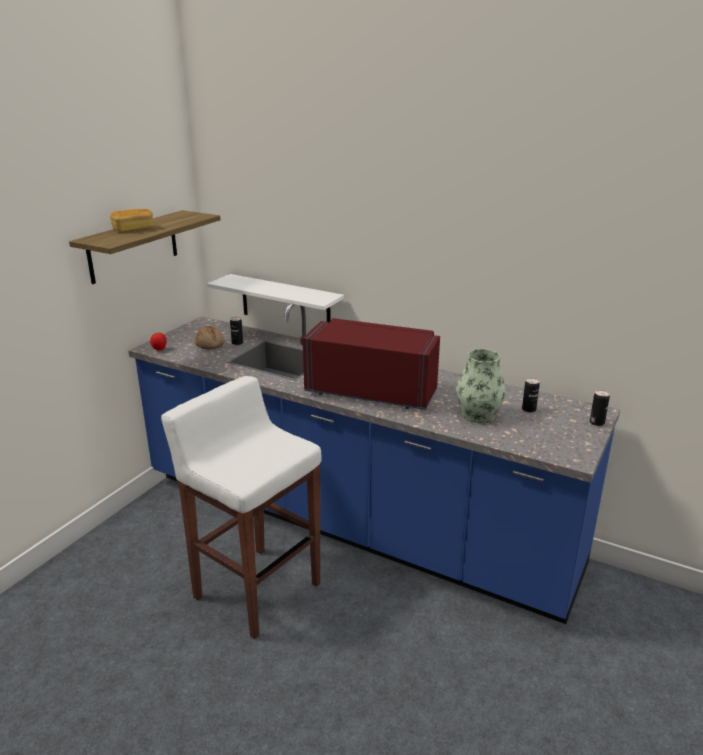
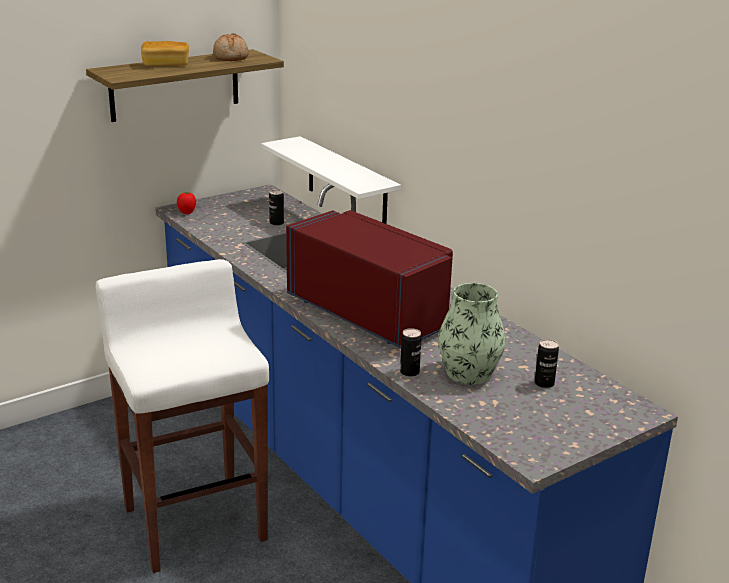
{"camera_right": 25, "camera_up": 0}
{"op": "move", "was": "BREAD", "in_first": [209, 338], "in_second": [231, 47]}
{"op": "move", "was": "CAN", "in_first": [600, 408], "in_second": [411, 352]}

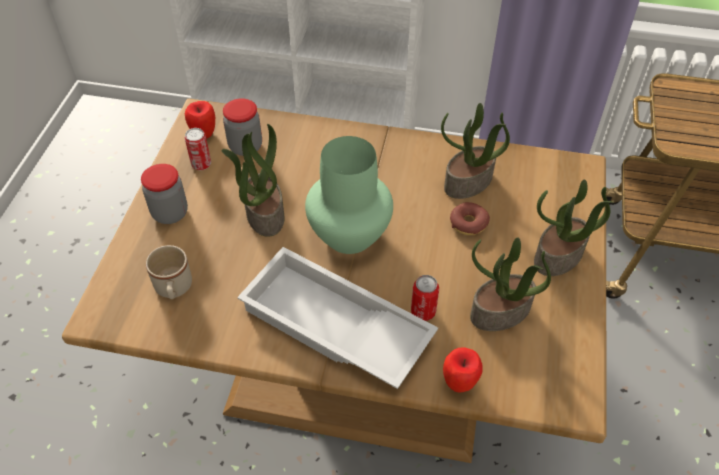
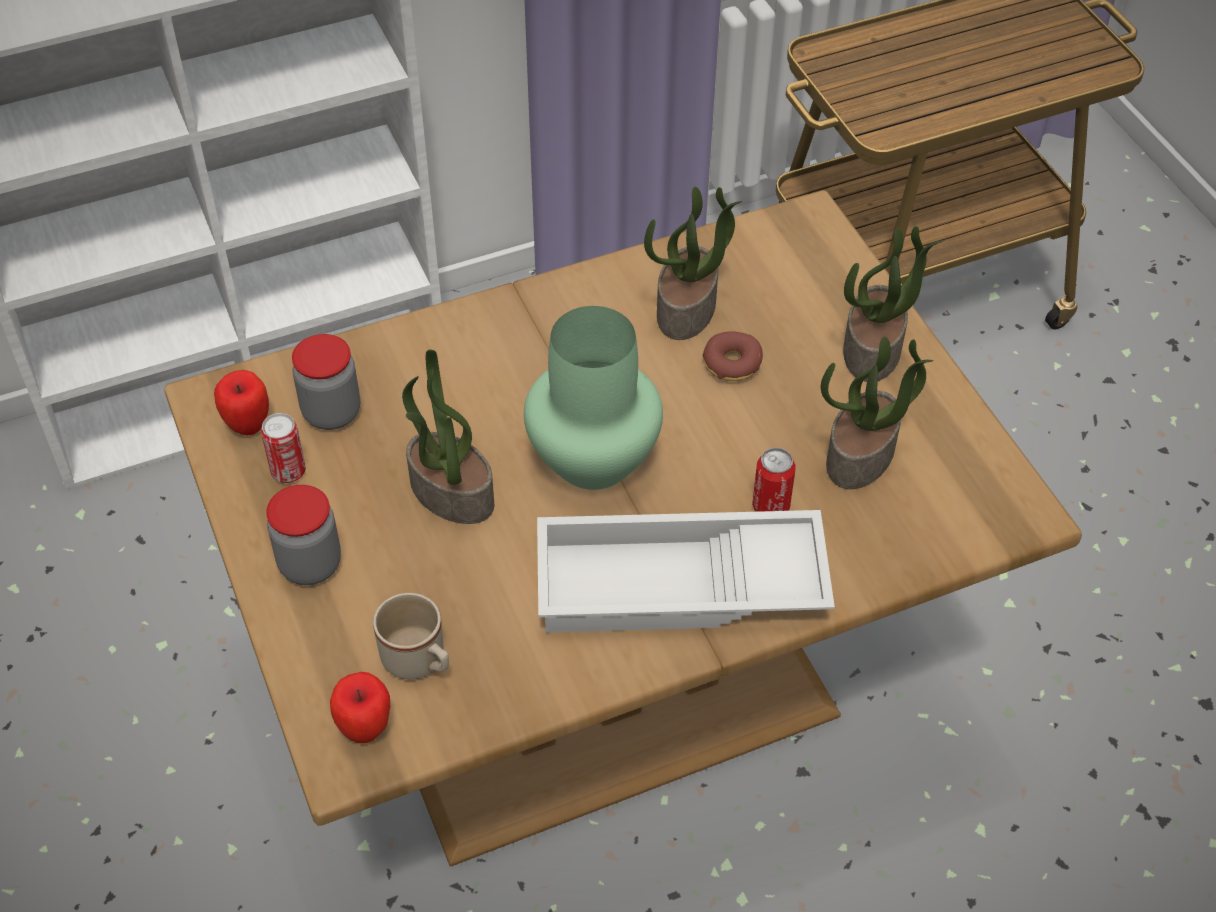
{"camera_right": -35, "camera_up": 0}
{"op": "move", "was": "APPLE", "in_first": [463, 370], "in_second": [360, 707]}

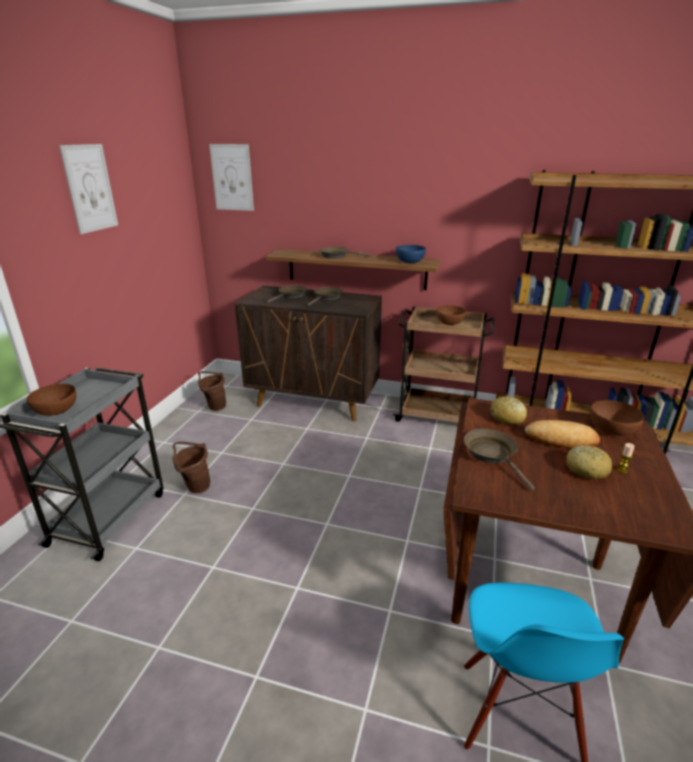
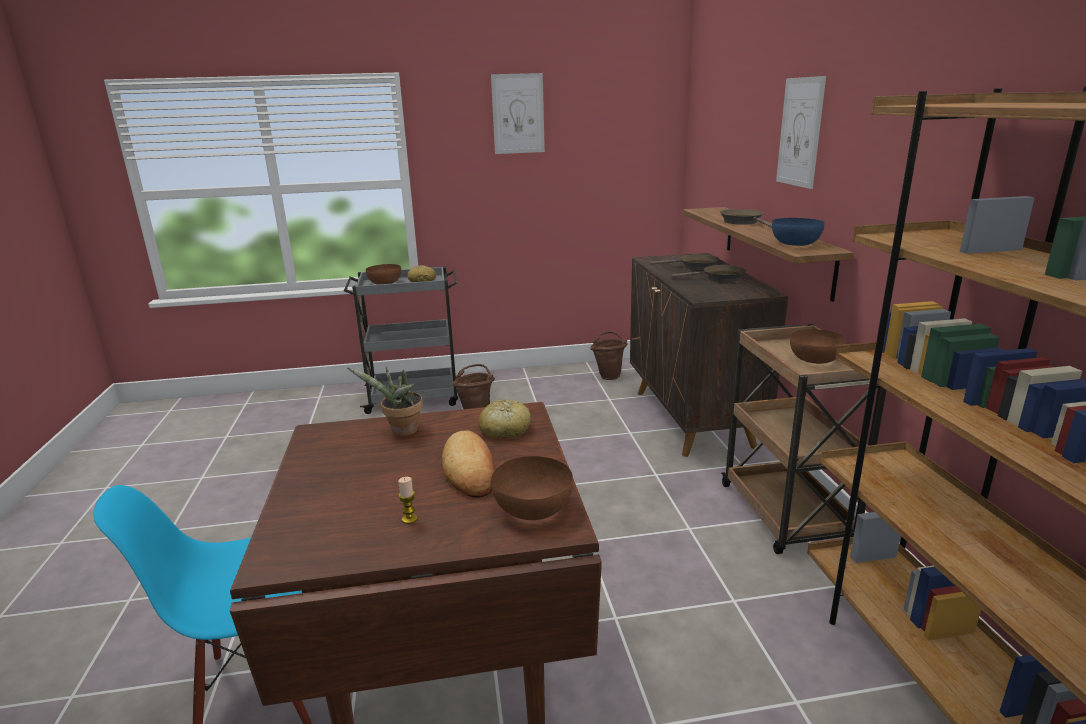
{"camera_right": 65, "camera_up": -5}
{"op": "move", "was": "PICTURE", "in_first": [231, 177], "in_second": [801, 132]}
{"op": "move", "was": "BREAD", "in_first": [589, 462], "in_second": [421, 273]}
{"op": "replace", "was": "BROWN FRYING PAN", "now": "POTTED PLANT", "in_first": [499, 459], "in_second": [385, 401]}

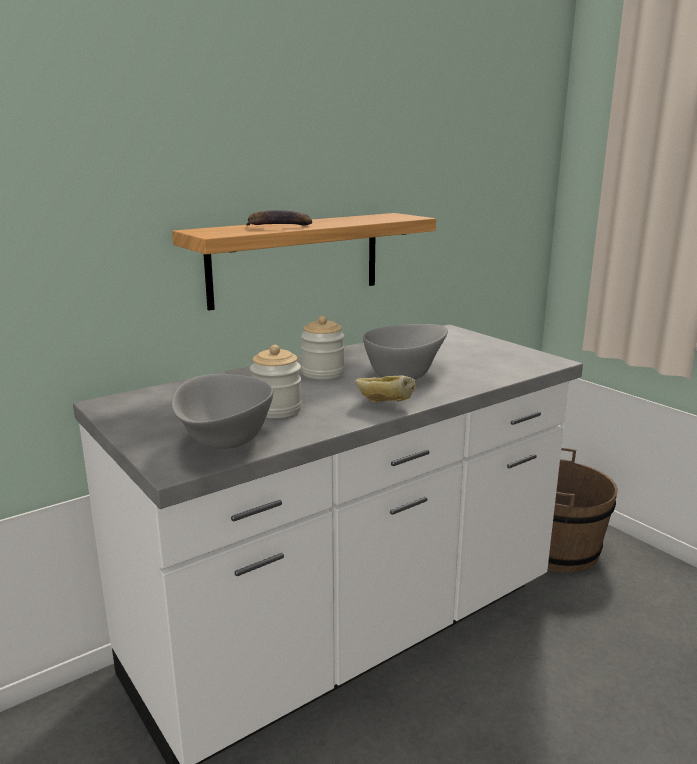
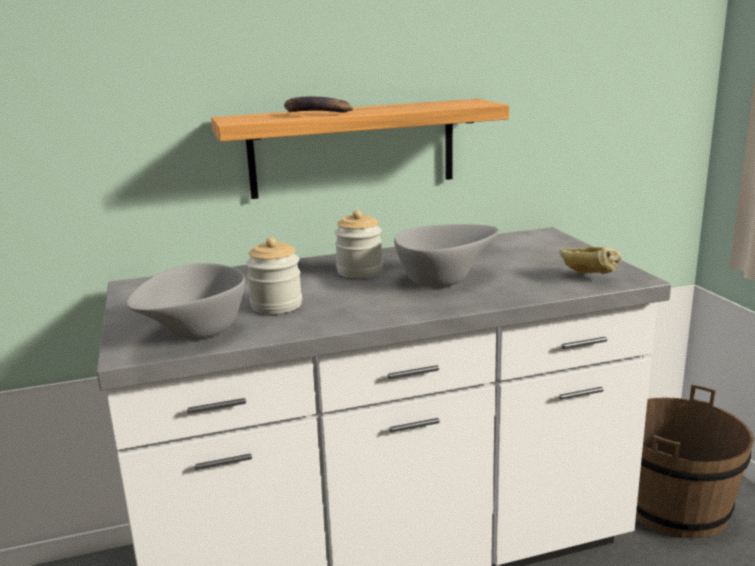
{"camera_right": 20, "camera_up": 0}
{"op": "move", "was": "BREAD", "in_first": [385, 388], "in_second": [590, 260]}

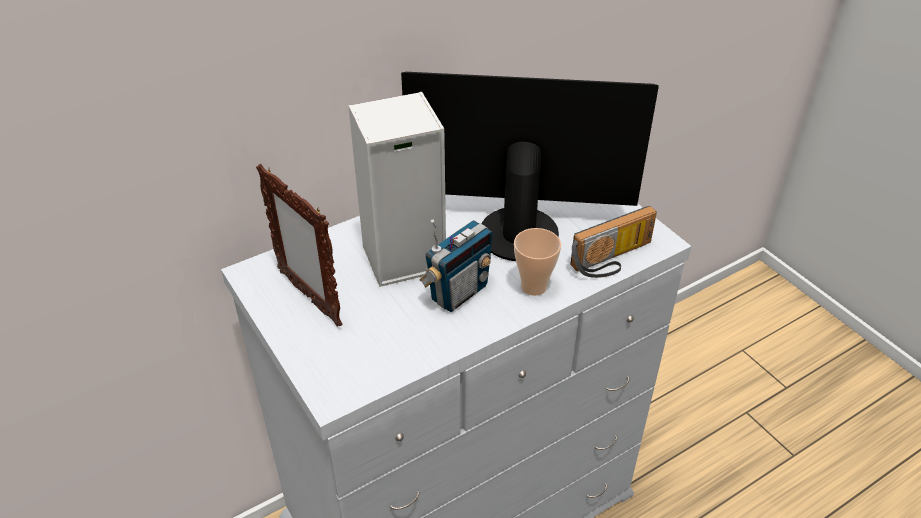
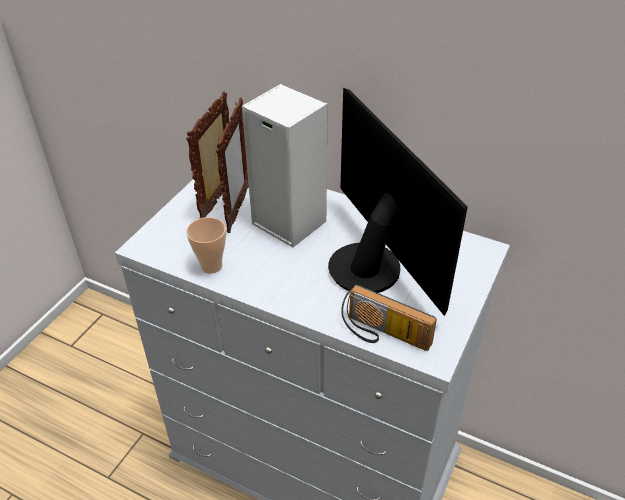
{"camera_right": 60, "camera_up": 0}
{"op": "delete", "was": "RADIO", "in_first": [456, 265]}
{"op": "insert", "now": "PICTURE FRAME", "in_second": [232, 165]}
{"op": "move", "was": "CUP", "in_first": [537, 262], "in_second": [206, 245]}

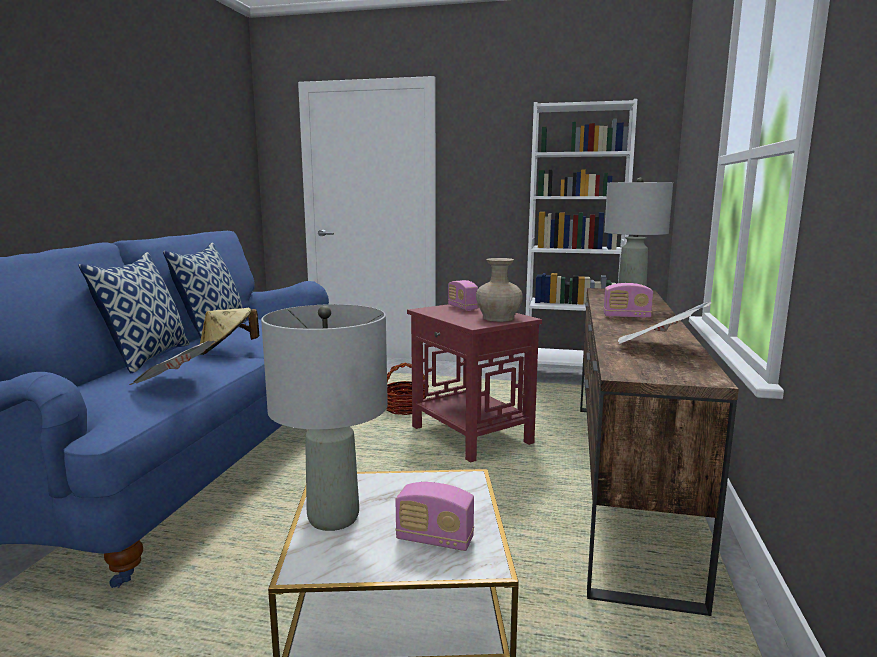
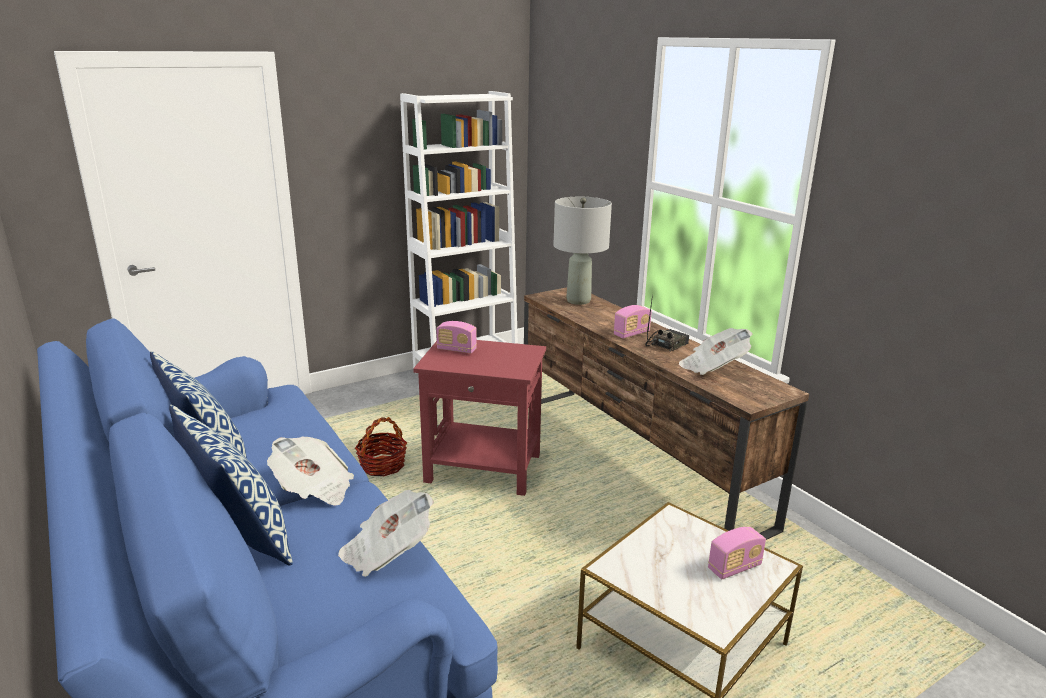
{"camera_right": -45, "camera_up": 10}
{"op": "delete", "was": "GREY TABLE LAMP", "in_first": [324, 417]}
{"op": "delete", "was": "BEIGE VASE", "in_first": [499, 290]}
{"op": "insert", "now": "RADIO", "in_second": [667, 323]}
{"op": "replace", "was": "BEIGE HAT", "now": "NEWSPAPER", "in_first": [229, 331], "in_second": [310, 471]}

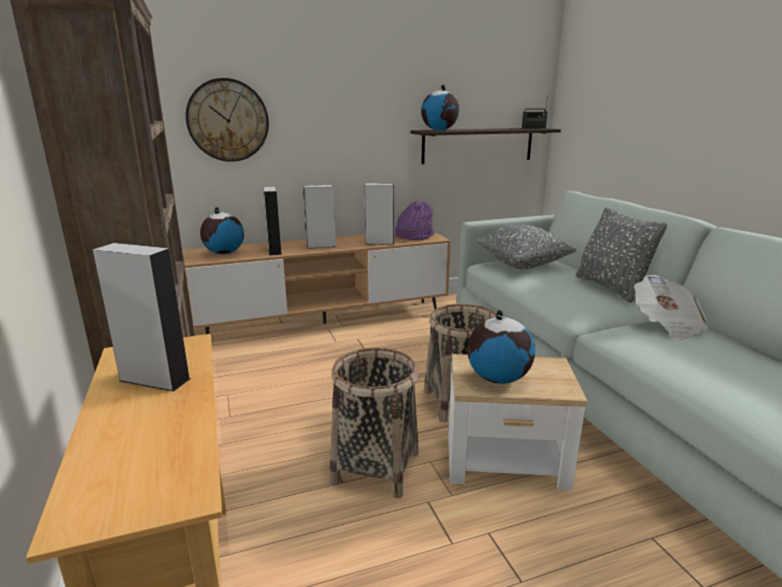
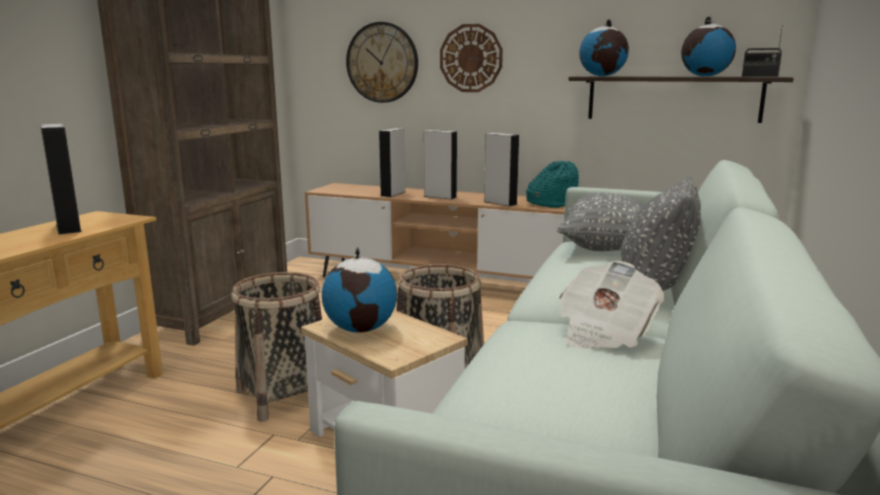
{"camera_right": 40, "camera_up": -5}
{"op": "insert", "now": "WALL CLOCK", "in_second": [471, 58]}
{"op": "move", "was": "GLOBE", "in_first": [222, 230], "in_second": [708, 47]}
{"op": "recolor", "was": "PURPLE HAT", "now": "TURQUOISE HAT", "in_first": [414, 220], "in_second": [552, 184]}

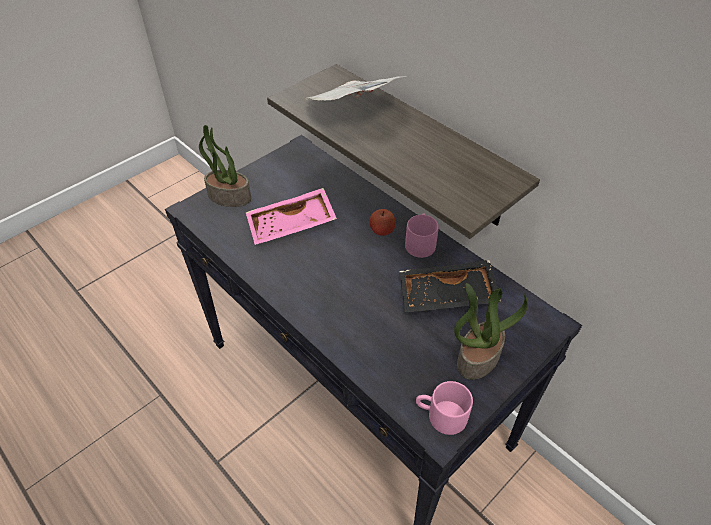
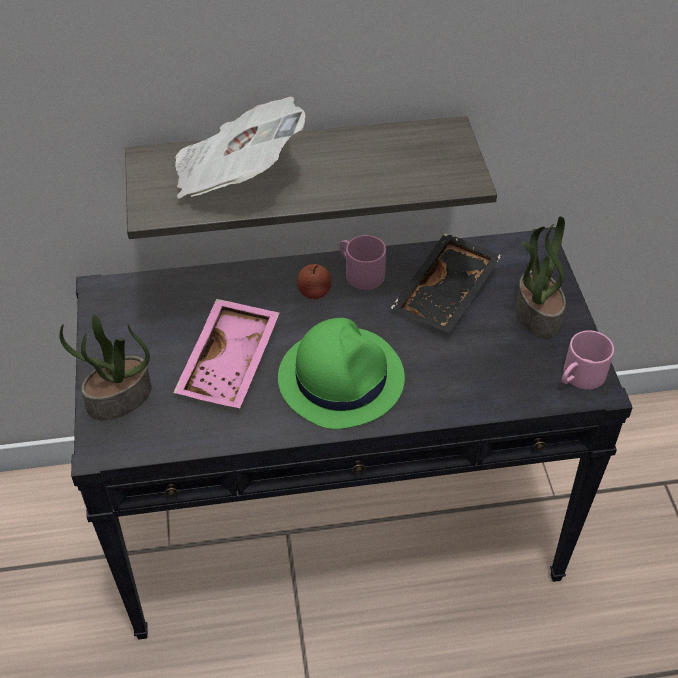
{"camera_right": -55, "camera_up": 0}
{"op": "insert", "now": "GREEN HAT", "in_second": [341, 373]}

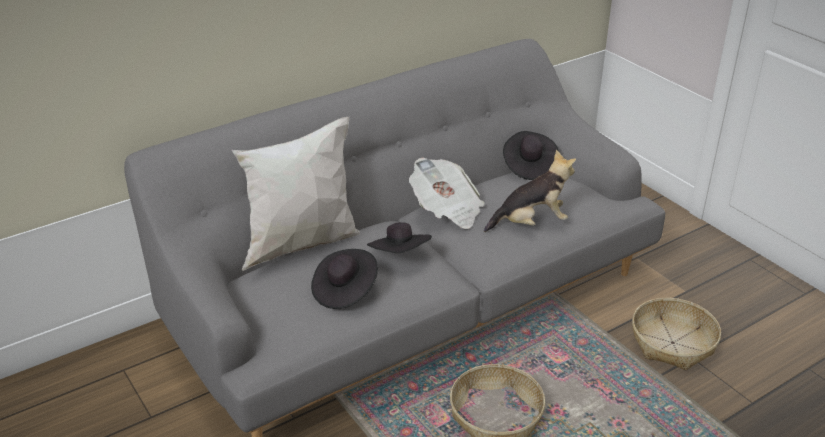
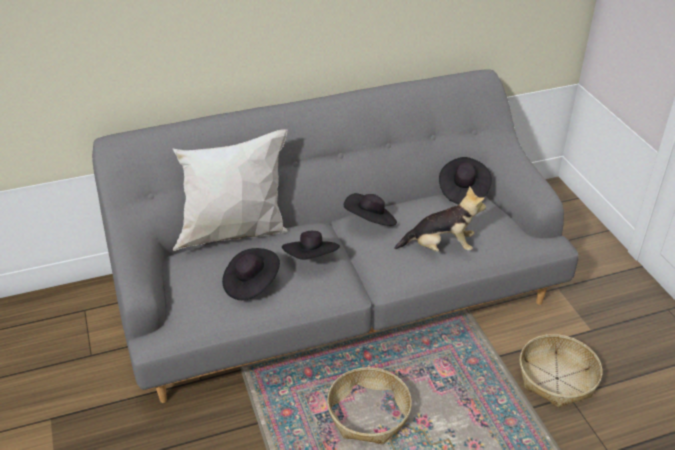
{"camera_right": 15, "camera_up": 5}
{"op": "replace", "was": "NEWSPAPER", "now": "BLACK HAT", "in_first": [447, 193], "in_second": [370, 209]}

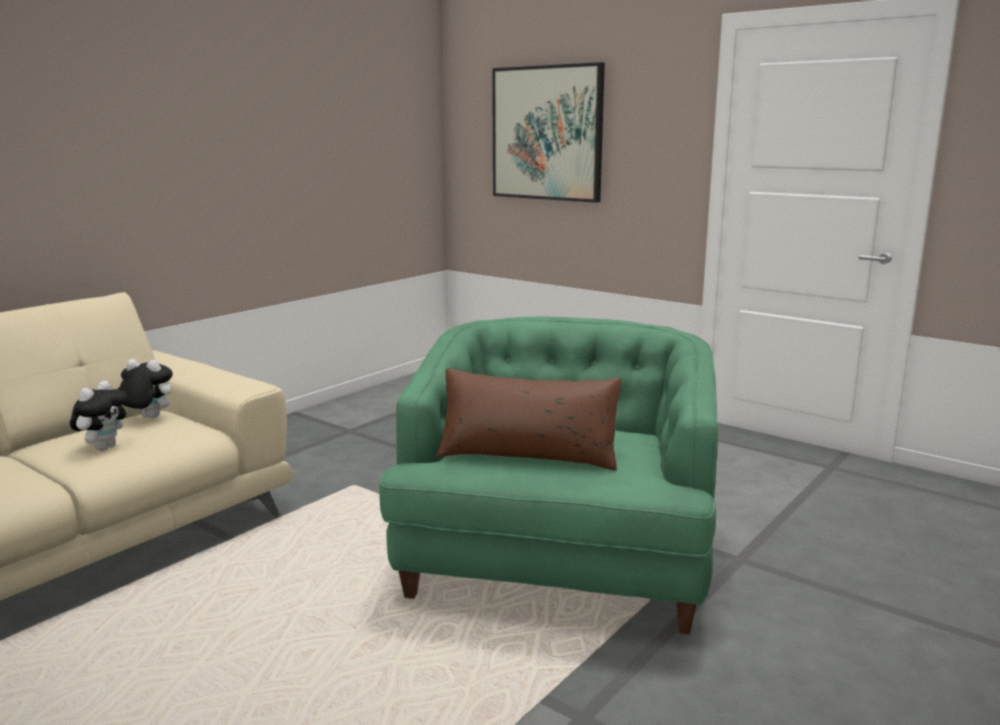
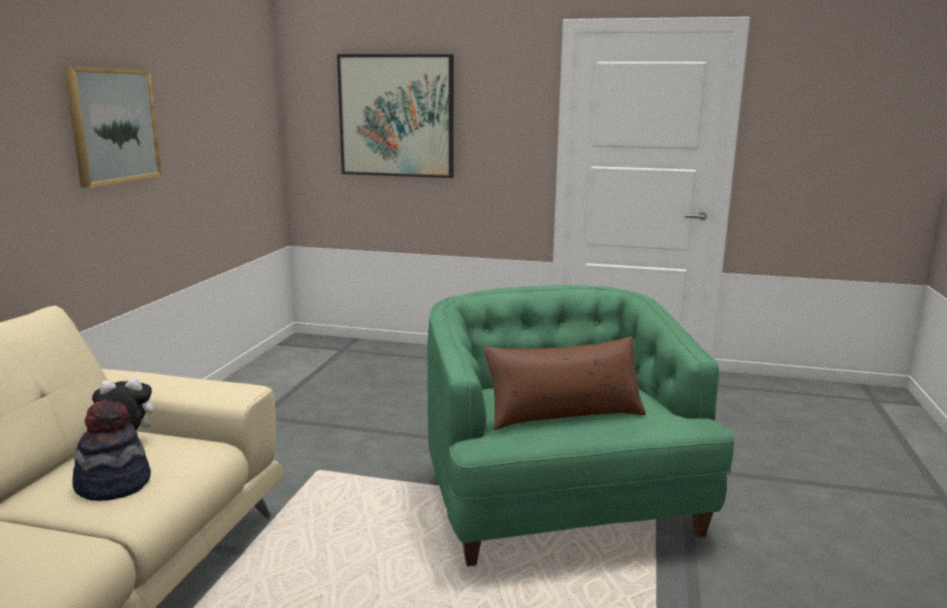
{"camera_right": -25, "camera_up": 0}
{"op": "insert", "now": "PICTURE", "in_second": [113, 127]}
{"op": "replace", "was": "PLUSH TOY", "now": "HAT", "in_first": [99, 415], "in_second": [111, 450]}

